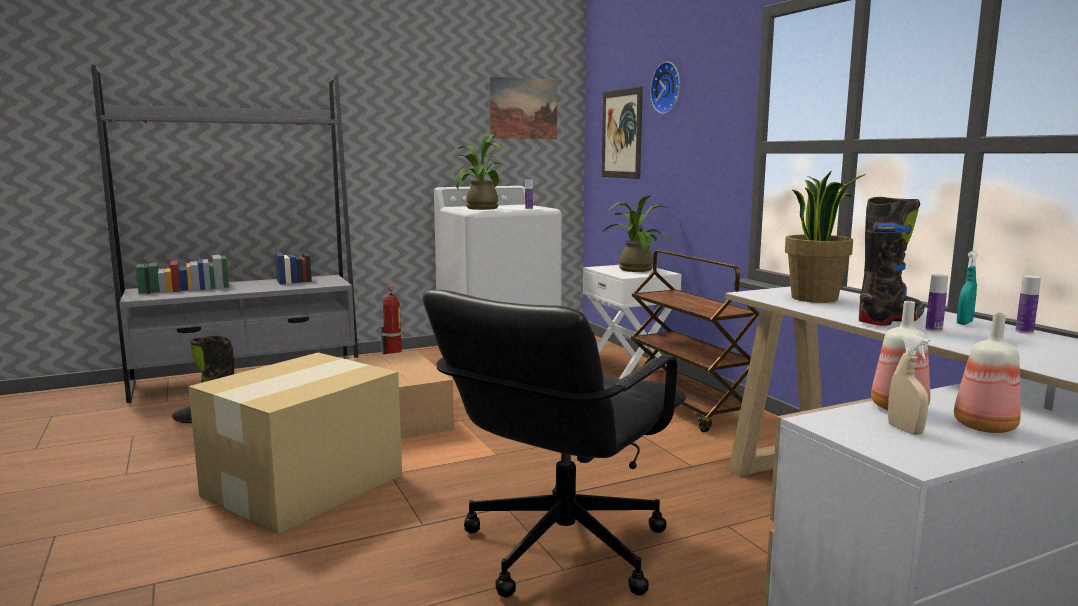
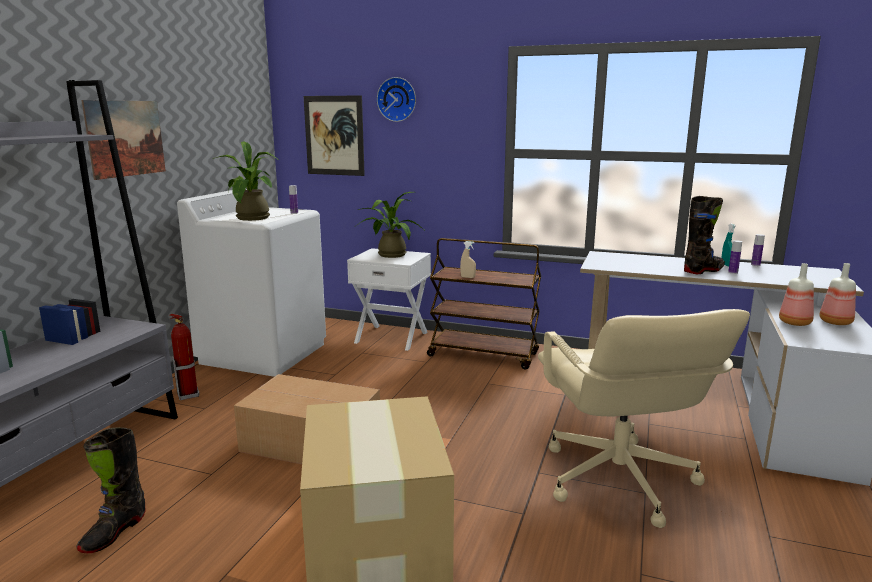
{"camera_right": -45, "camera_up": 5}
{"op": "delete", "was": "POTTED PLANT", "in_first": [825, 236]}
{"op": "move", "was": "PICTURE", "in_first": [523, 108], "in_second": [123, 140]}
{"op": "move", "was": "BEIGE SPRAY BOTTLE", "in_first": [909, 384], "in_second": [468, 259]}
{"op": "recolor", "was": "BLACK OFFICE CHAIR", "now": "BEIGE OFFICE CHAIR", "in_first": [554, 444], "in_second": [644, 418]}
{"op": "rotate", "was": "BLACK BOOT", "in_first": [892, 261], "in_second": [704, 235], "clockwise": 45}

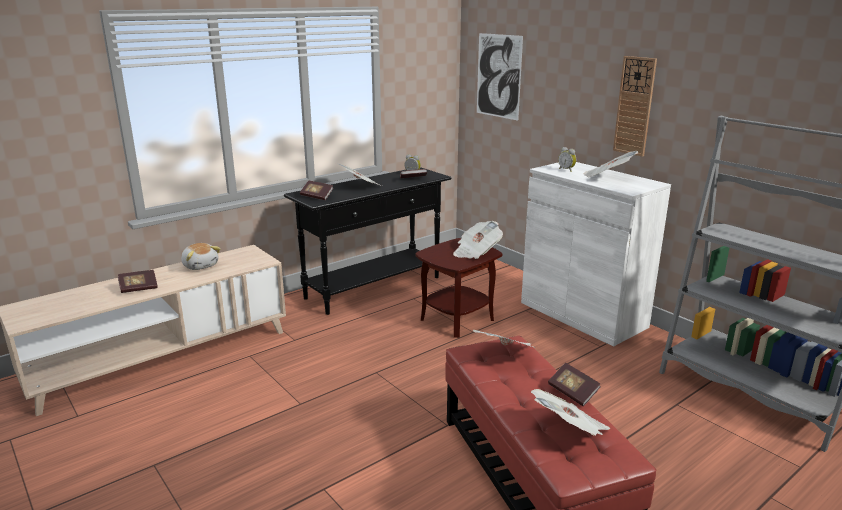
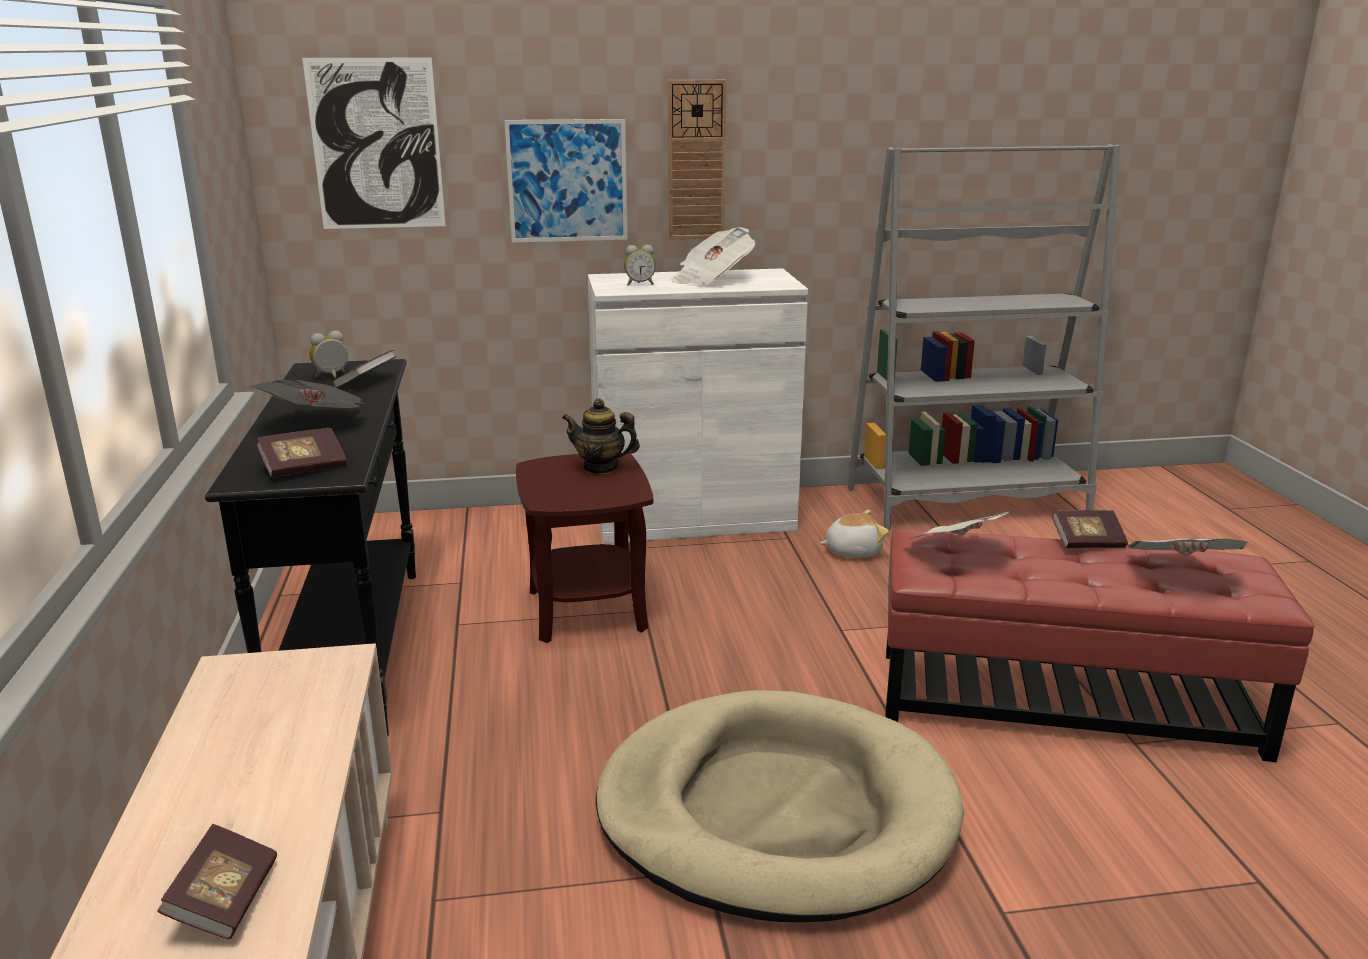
{"camera_right": -60, "camera_up": 0}
{"op": "insert", "now": "PICTURE", "in_second": [566, 181]}
{"op": "insert", "now": "BEIGE DOG BED", "in_second": [780, 806]}
{"op": "move", "was": "PLUSH TOY", "in_first": [201, 256], "in_second": [854, 534]}
{"op": "replace", "was": "NEWSPAPER", "now": "TEAPOT", "in_first": [478, 240], "in_second": [601, 436]}

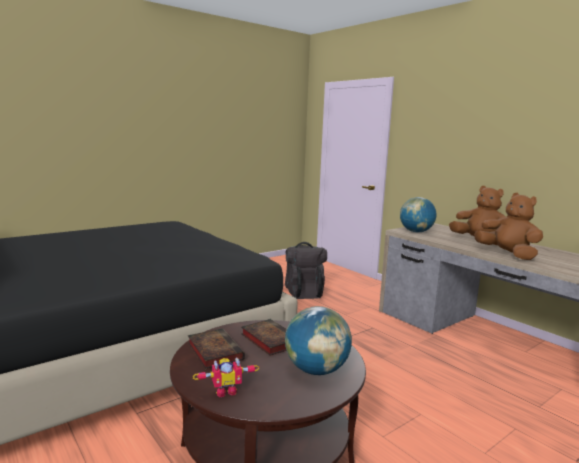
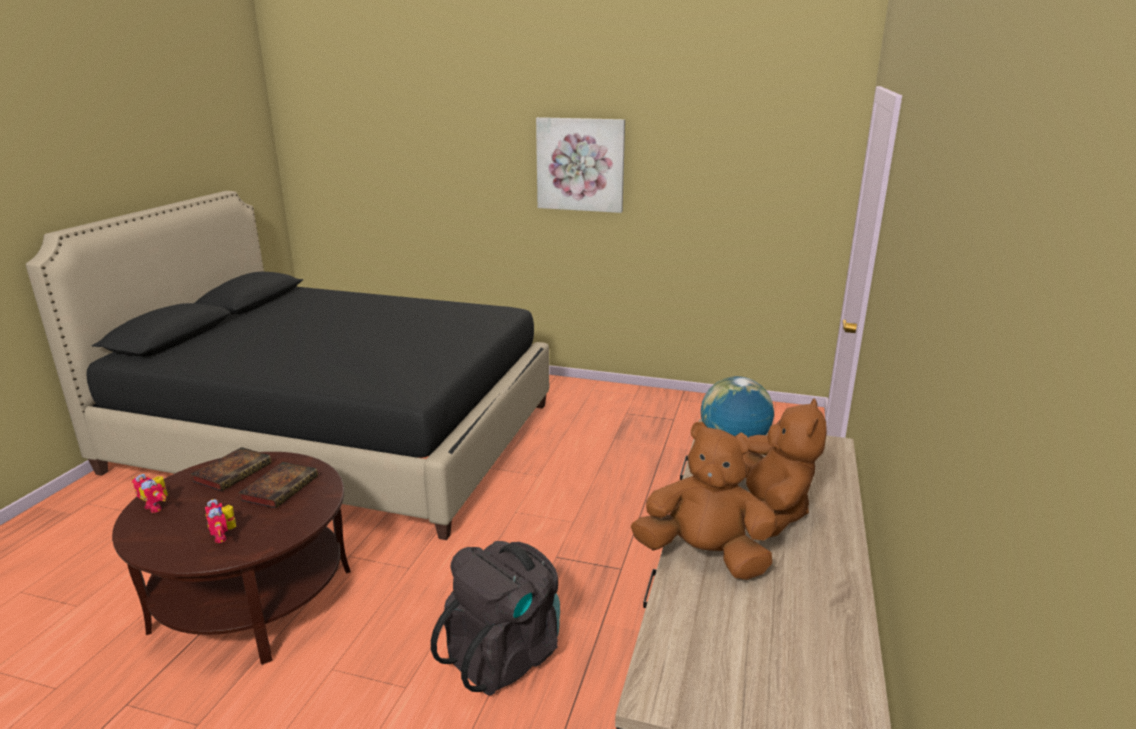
{"camera_right": 55, "camera_up": 10}
{"op": "insert", "now": "PICTURE", "in_second": [580, 165]}
{"op": "move", "was": "BLACK BACKPACK", "in_first": [306, 270], "in_second": [495, 618]}
{"op": "replace", "was": "GLOBE", "now": "TOY ROBOT", "in_first": [318, 340], "in_second": [220, 521]}
{"op": "rotate", "was": "BROWN PLUSH TOY", "in_first": [508, 226], "in_second": [704, 501], "clockwise": -90}

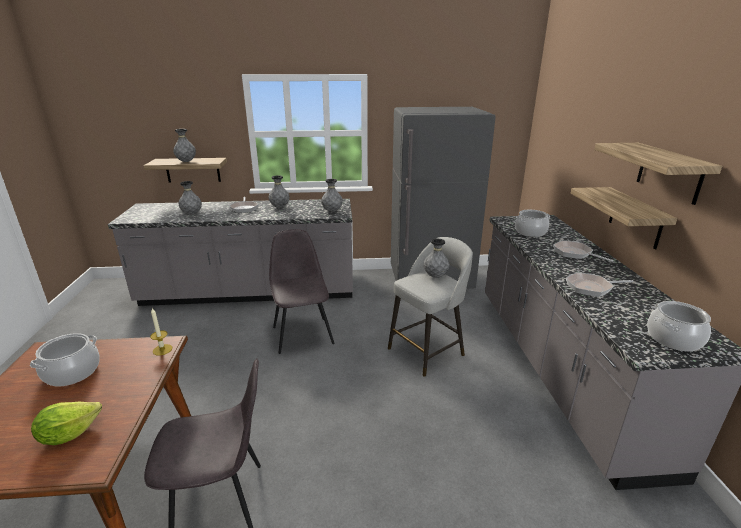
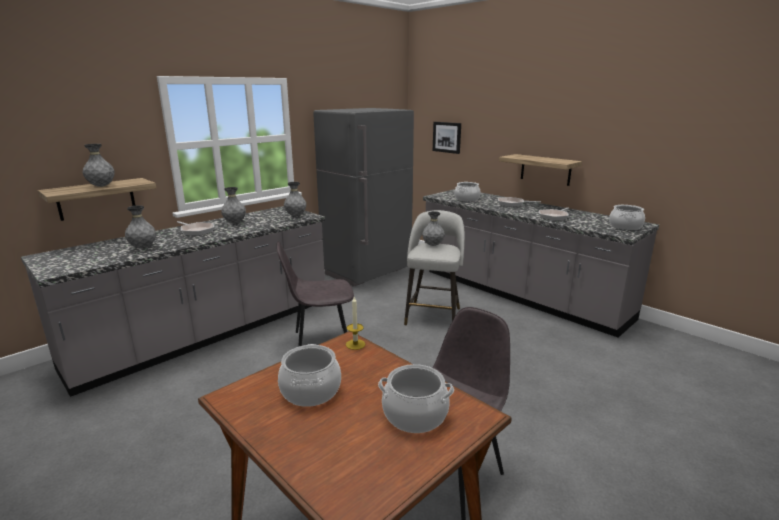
{"camera_right": -40, "camera_up": -5}
{"op": "delete", "was": "SHELF", "in_first": [658, 174]}
{"op": "insert", "now": "PICTURE", "in_second": [447, 138]}
{"op": "replace", "was": "LETTUCE", "now": "COOKING POT", "in_first": [66, 423], "in_second": [416, 398]}
{"op": "rotate", "was": "GREY CHAIR", "in_first": [301, 291], "in_second": [315, 294], "clockwise": -45}

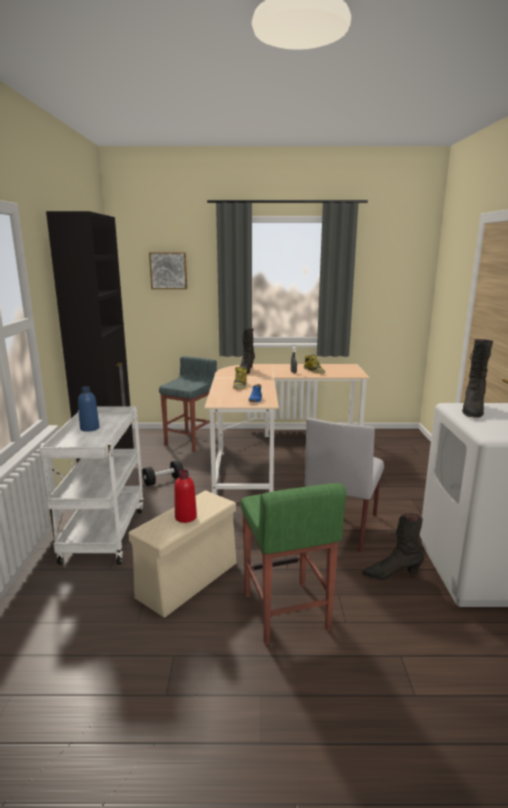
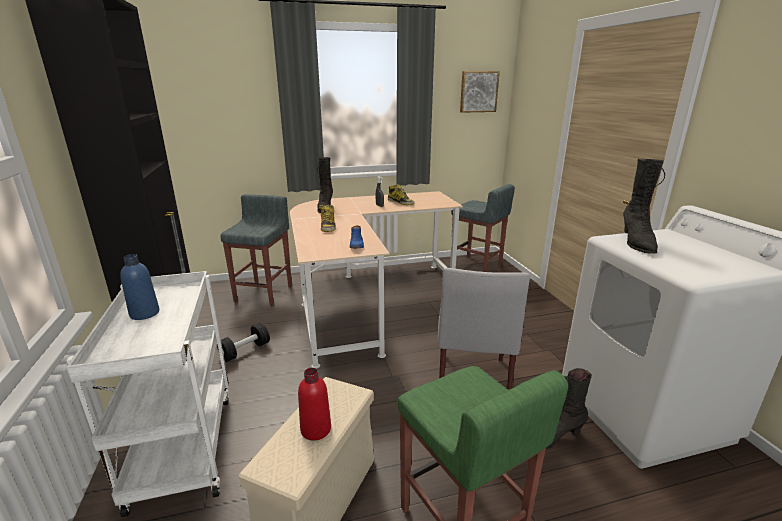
{"camera_right": -15, "camera_up": 5}
{"op": "insert", "now": "GREY STOOL", "in_second": [483, 228]}
{"op": "move", "was": "PICTURE", "in_first": [168, 270], "in_second": [480, 92]}

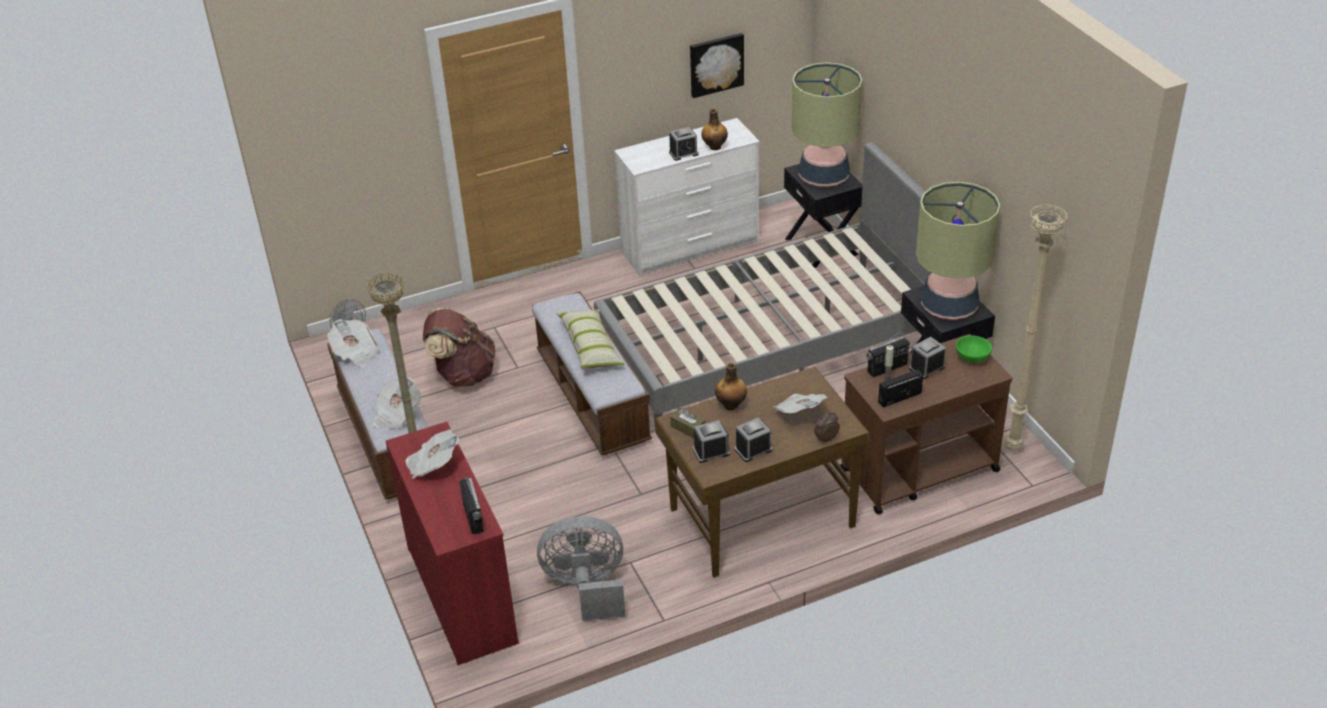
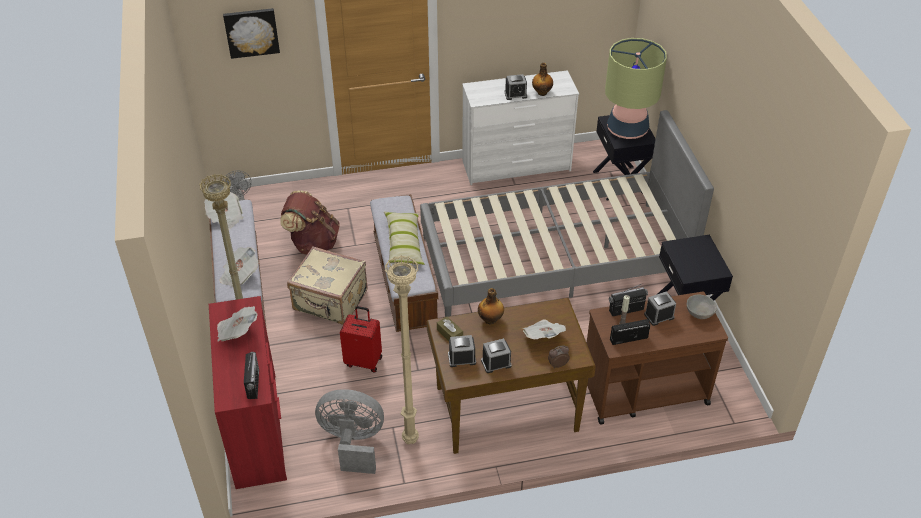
{"camera_right": 10, "camera_up": 5}
{"op": "delete", "was": "TABLE LAMP", "in_first": [958, 251]}
{"op": "insert", "now": "BEIGE SUITCASE", "in_second": [327, 286]}
{"op": "insert", "now": "RED SUITCASE", "in_second": [361, 339]}
{"op": "move", "was": "PICTURE", "in_first": [717, 65], "in_second": [251, 33]}
{"op": "move", "was": "BEIGE FLOOR LAMP", "in_first": [1036, 328], "in_second": [402, 349]}
{"op": "recolor", "was": "GREEN BOWL", "now": "GREY BOWL", "in_first": [974, 349], "in_second": [702, 307]}

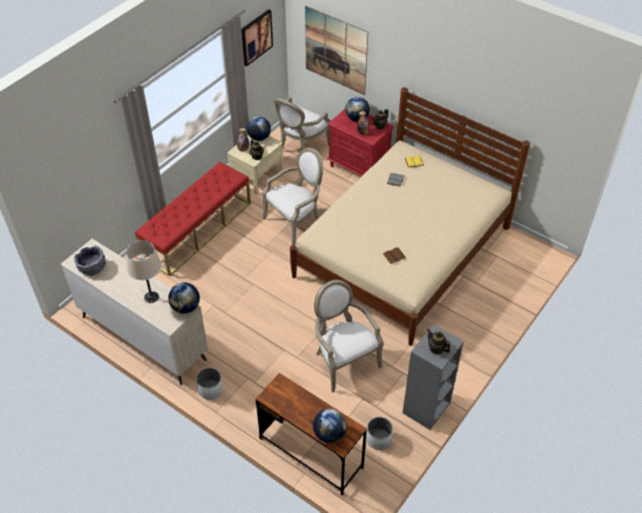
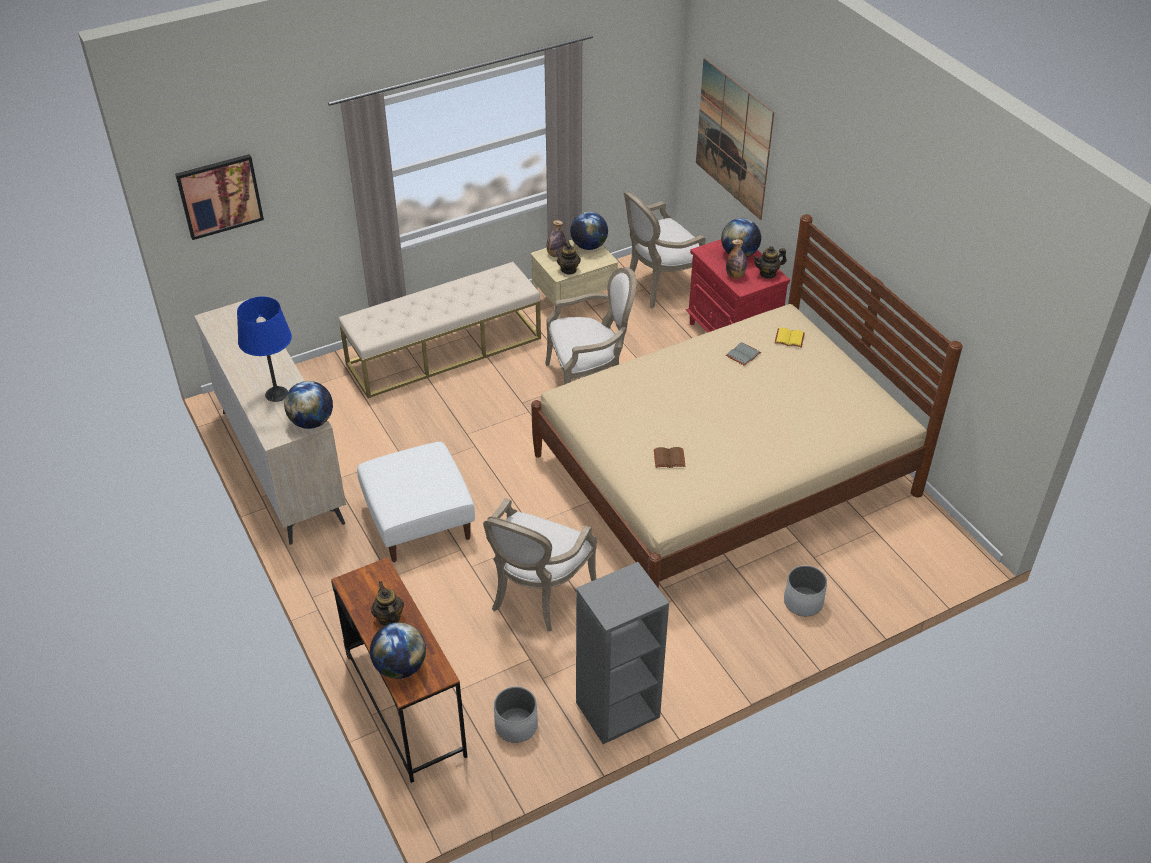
{"camera_right": 25, "camera_up": -5}
{"op": "delete", "was": "GREY BOWL", "in_first": [90, 260]}
{"op": "insert", "now": "WHITE OTTOMAN", "in_second": [416, 502]}
{"op": "move", "was": "WHITE PLANTER", "in_first": [209, 384], "in_second": [805, 590]}
{"op": "move", "was": "PICTURE", "in_first": [257, 37], "in_second": [219, 197]}
{"op": "move", "was": "TEAPOT", "in_first": [438, 341], "in_second": [387, 603]}
{"op": "recolor", "was": "BEIGE TABLE LAMP", "now": "BLUE TABLE LAMP", "in_first": [144, 271], "in_second": [264, 349]}
{"op": "recolor", "was": "RED BENCH", "now": "BEIGE BENCH", "in_first": [193, 219], "in_second": [440, 330]}
{"op": "rotate", "was": "ARMCHAIR", "in_first": [349, 336], "in_second": [540, 564], "clockwise": -150}

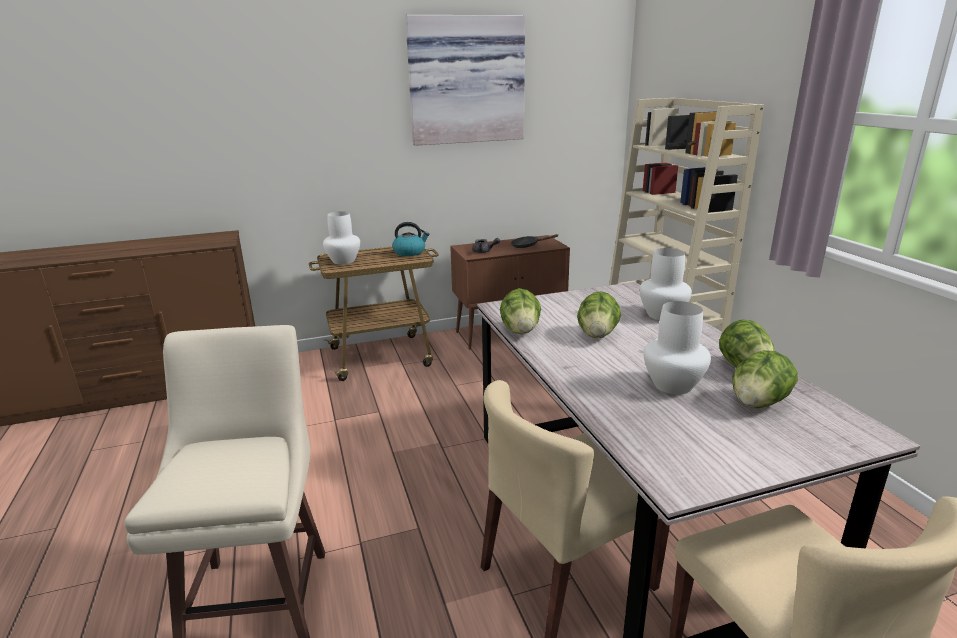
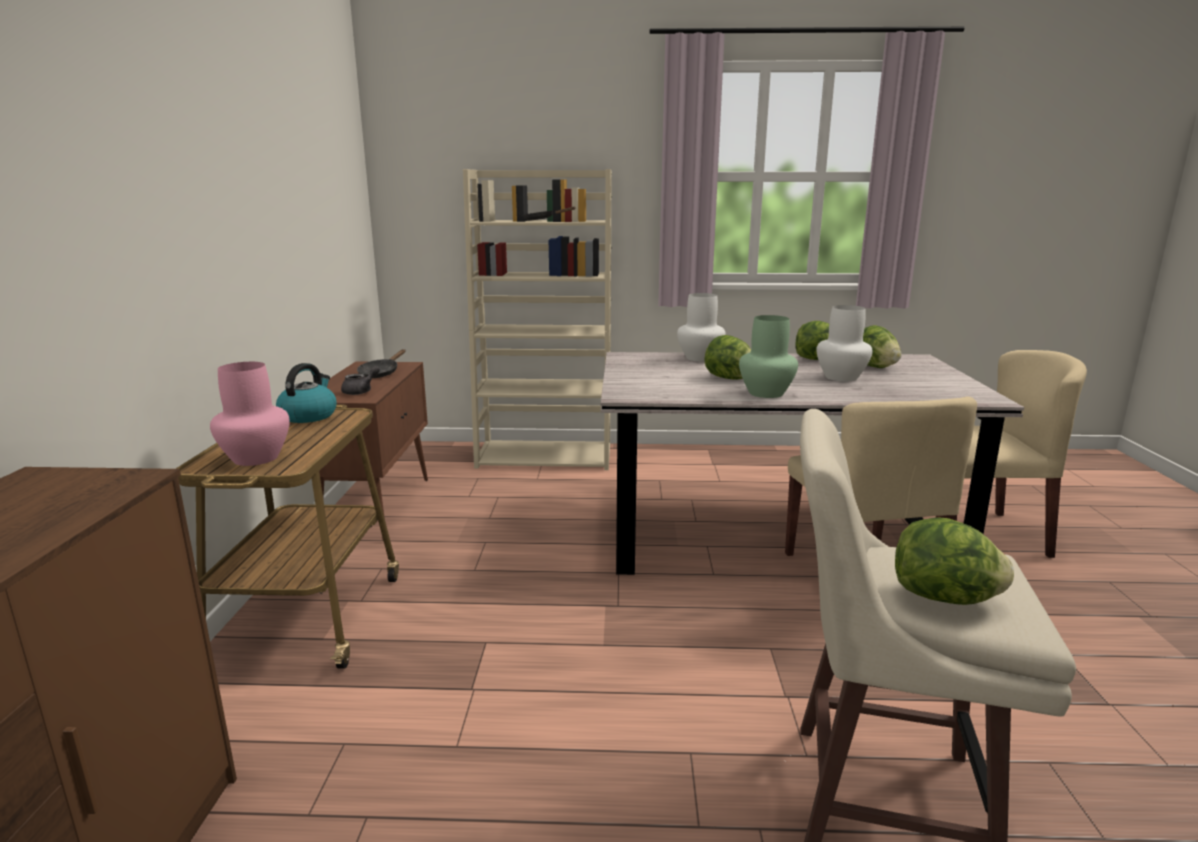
{"camera_right": -70, "camera_up": -5}
{"op": "delete", "was": "PICTURE", "in_first": [465, 80]}
{"op": "insert", "now": "GREEN VASE", "in_second": [768, 356]}
{"op": "move", "was": "LETTUCE", "in_first": [520, 311], "in_second": [954, 561]}
{"op": "recolor", "was": "WHITE VASE", "now": "PINK VASE", "in_first": [341, 238], "in_second": [250, 414]}

